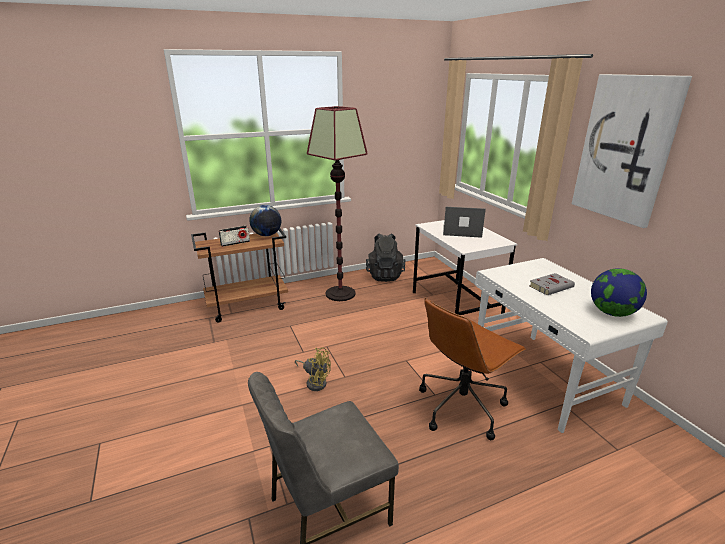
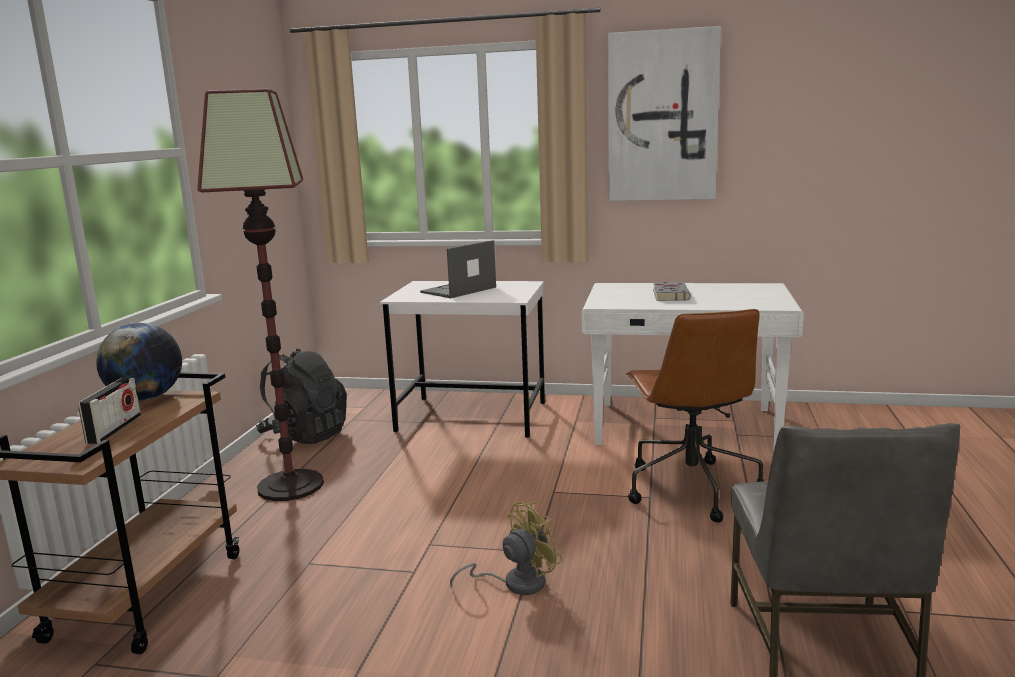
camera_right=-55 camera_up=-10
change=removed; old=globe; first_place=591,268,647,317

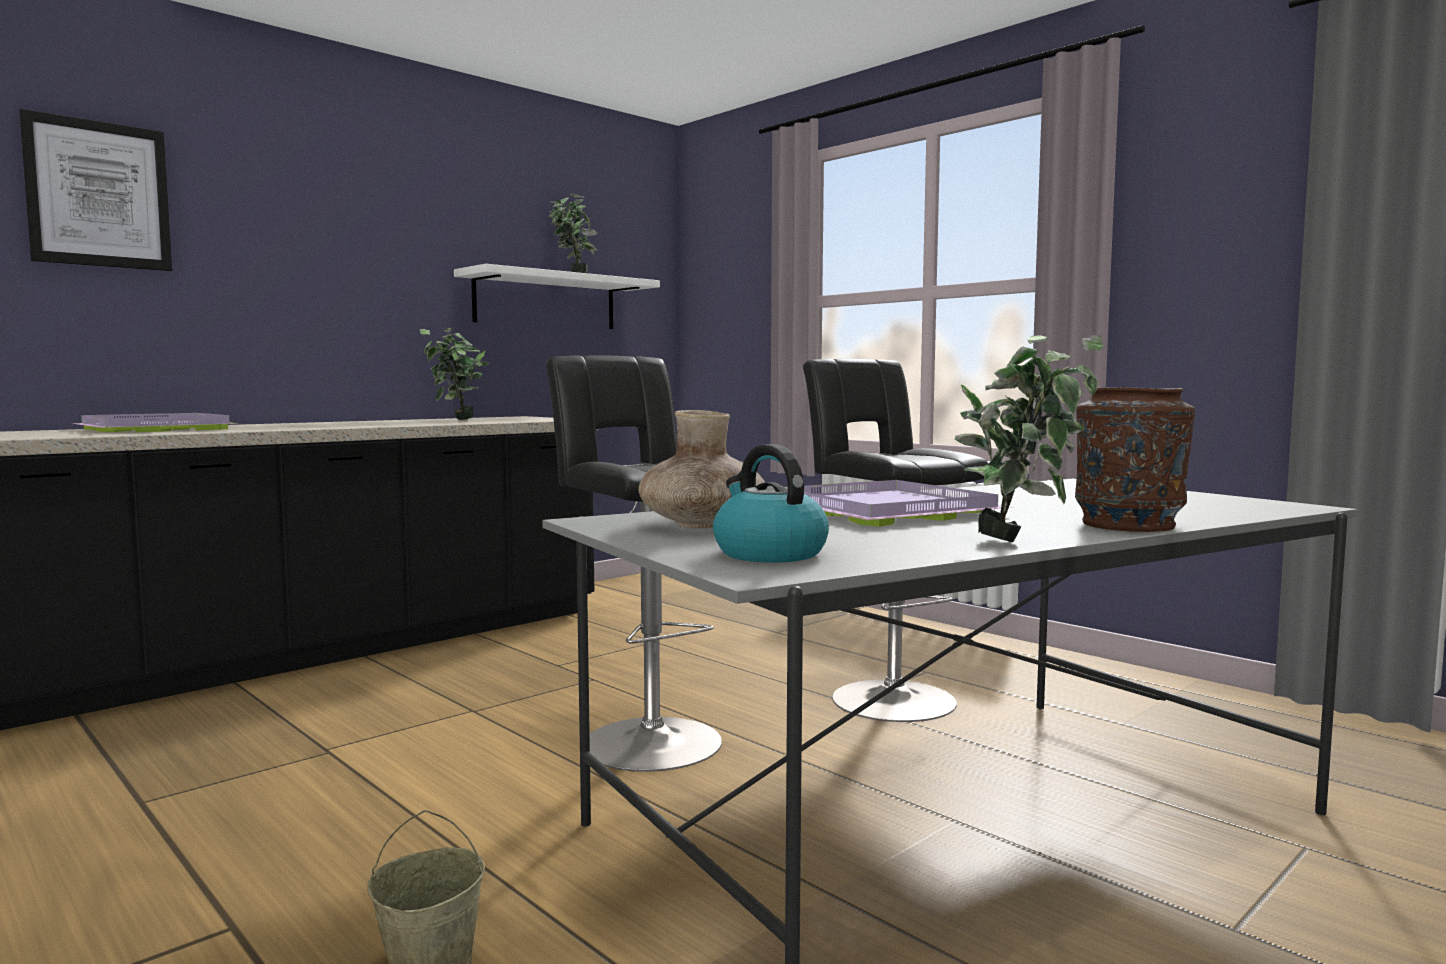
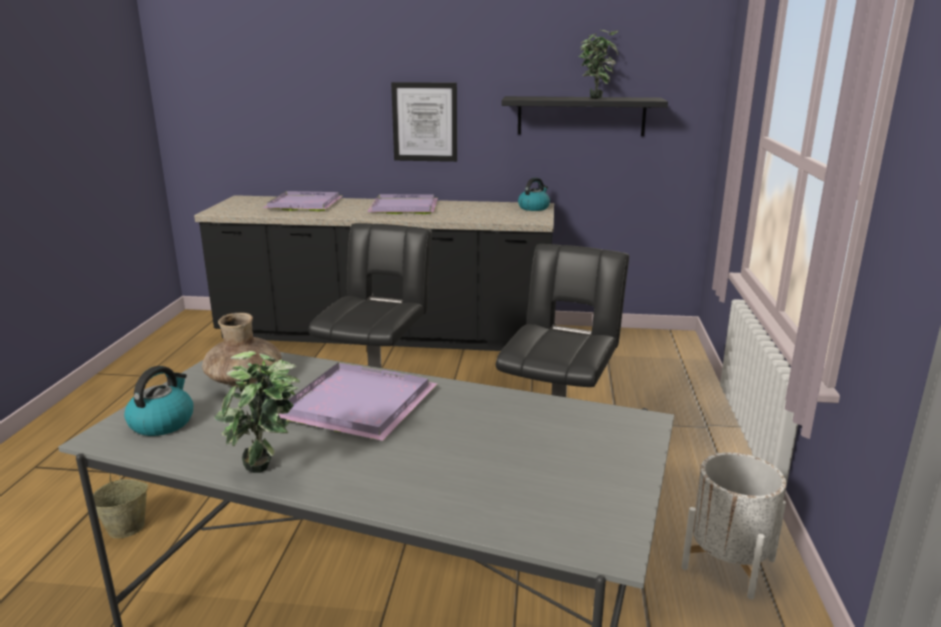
camera_right=50 camera_up=15
change=moved; old=picture; first_place=19,109,172,271; second_place=391,82,457,162
change=removed; old=potted plant; first_place=420,328,490,420
change=recoloured; old=shelf (white); new=shelf (black); first_place=454,264,660,329; second_place=501,96,668,136
change=removed; old=vase (brown); first_place=1075,387,1195,532
change=added; new=tray (purple); second_place=367,194,438,214
change=added; new=kettle; second_place=518,177,550,211
change=added; new=planter (white); second_place=682,452,786,599

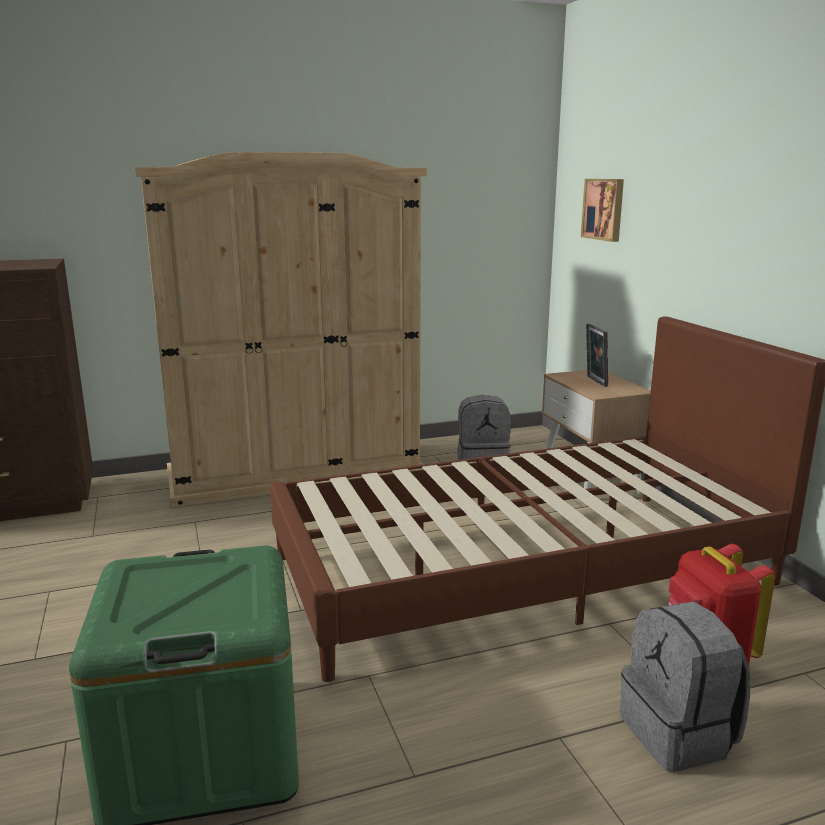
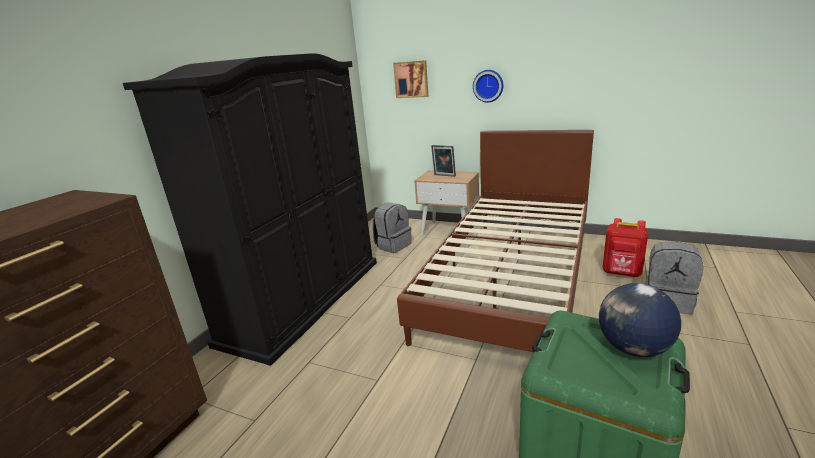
camera_right=-45 camera_up=5
change=recoloured; old=wardrobe (beige); new=wardrobe (black); first_place=135,152,427,508; second_place=123,53,377,366
change=added; new=wall clock; second_place=473,70,504,103
change=added; new=globe; second_place=599,283,681,357

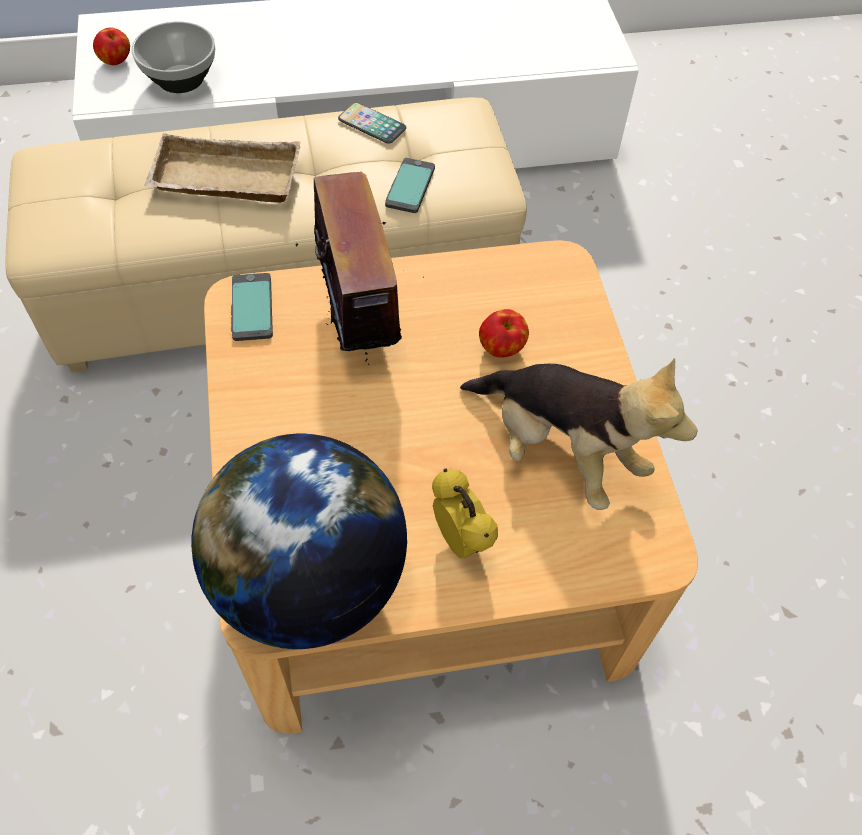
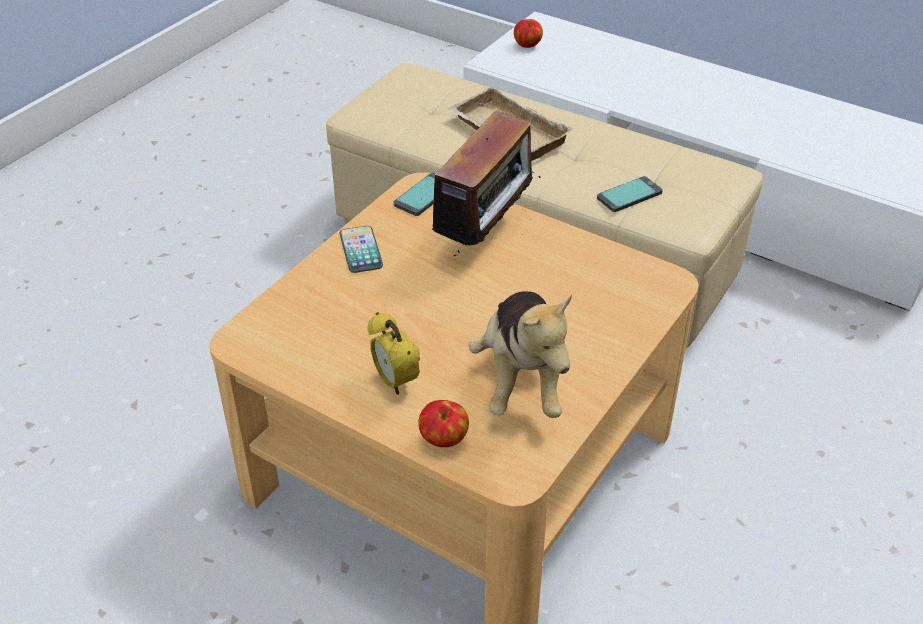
camera_right=45 camera_up=-15
change=removed; old=bowl; first_place=131,21,215,93
change=removed; old=globe; first_place=191,434,407,649
change=moved; old=phone; first_place=338,103,406,144; second_place=340,226,383,273
change=turned; old=alarm clock; first_place=432,469,498,558; second_place=367,312,420,394; degrees=135
change=moved; old=apple; first_place=479,309,529,357; second_place=418,400,469,447

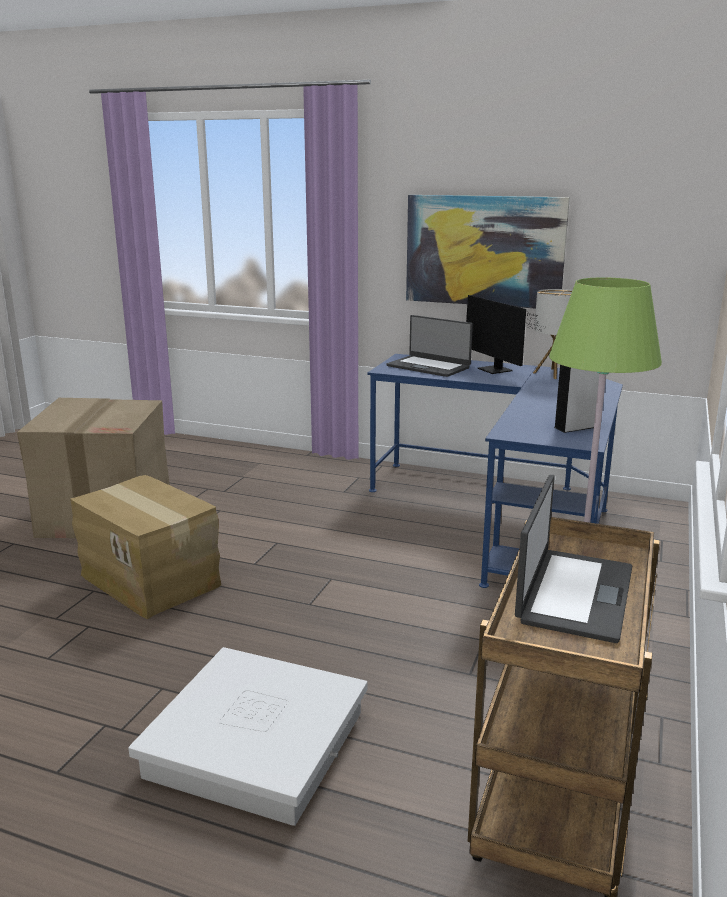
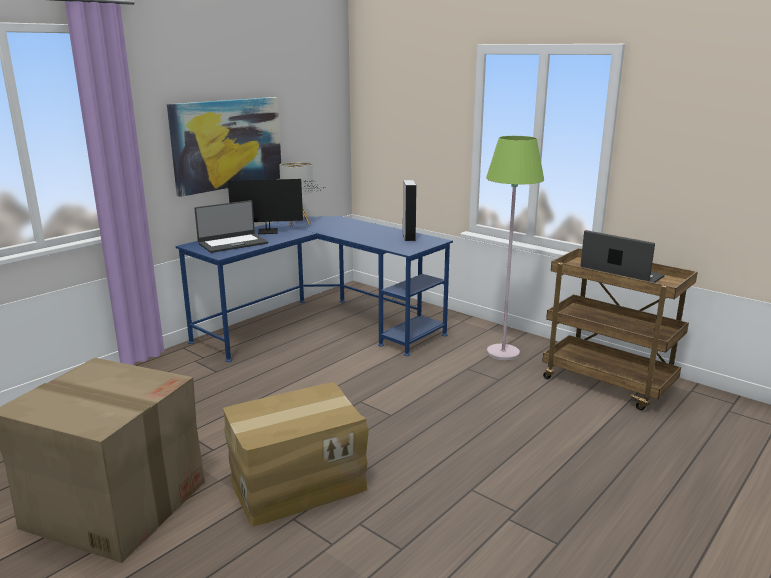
camera_right=-70 camera_up=0
change=removed; old=storage box (white); first_place=128,647,367,826

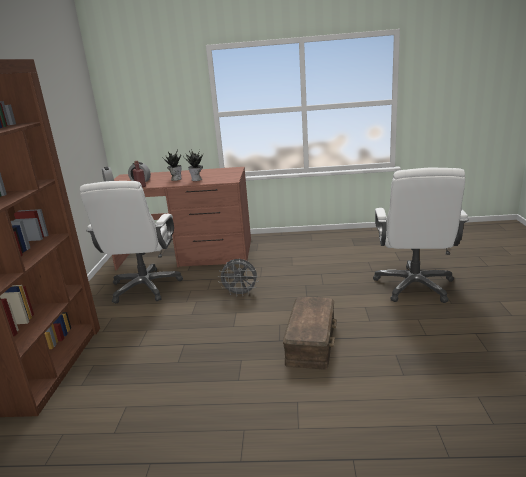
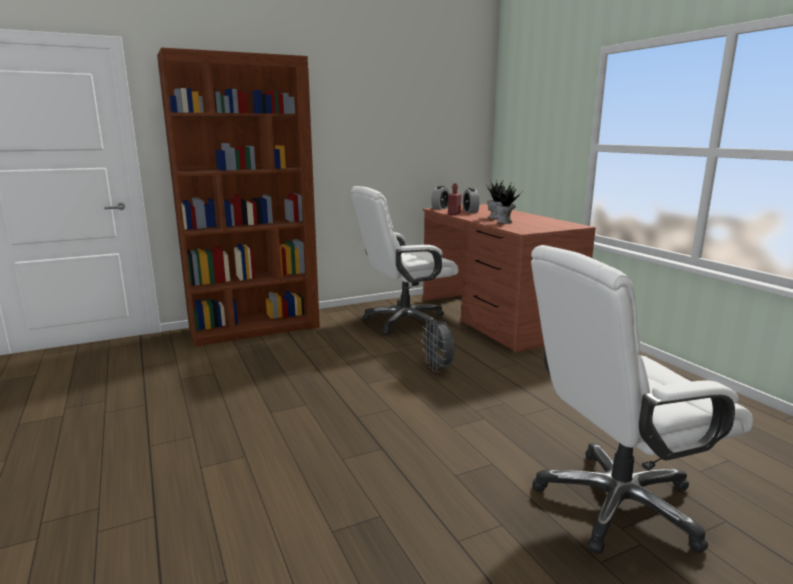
camera_right=60 camera_up=-5
change=removed; old=storage box (brown); first_place=283,296,337,370

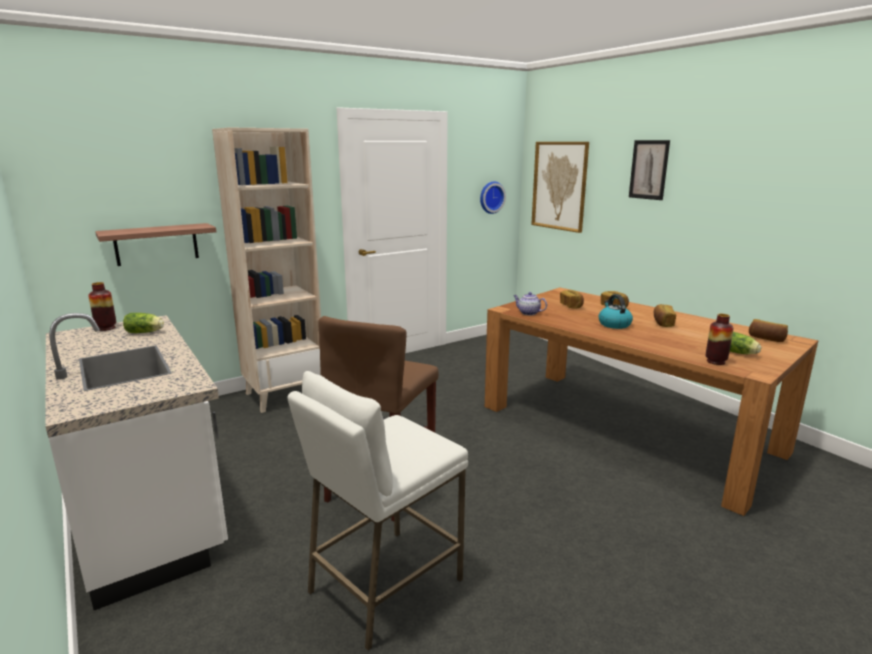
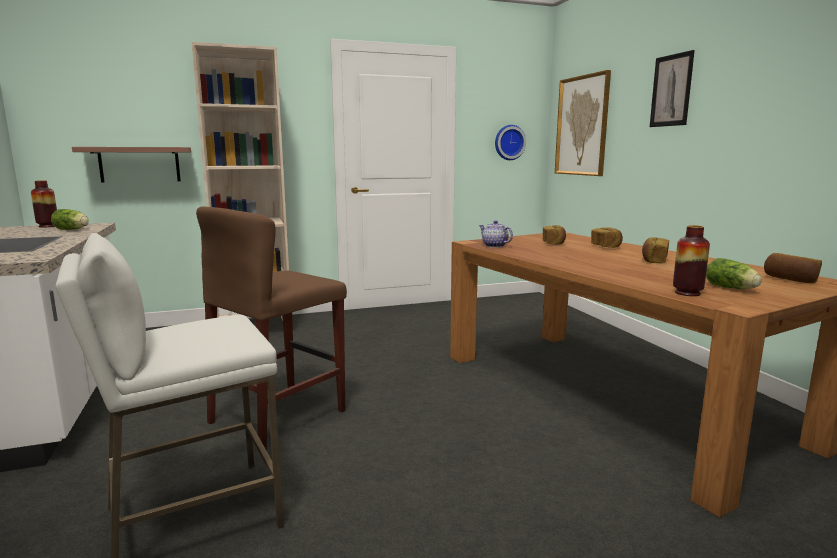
camera_right=15 camera_up=-5
change=removed; old=kettle; first_place=598,294,633,329

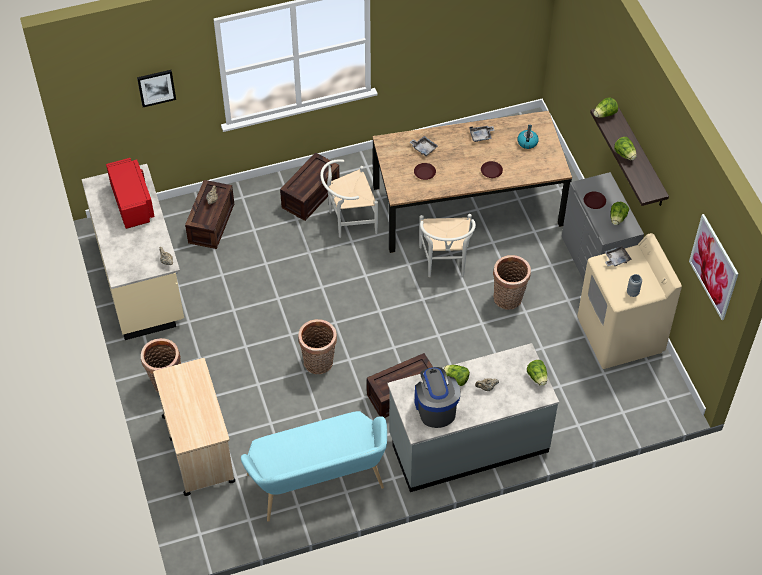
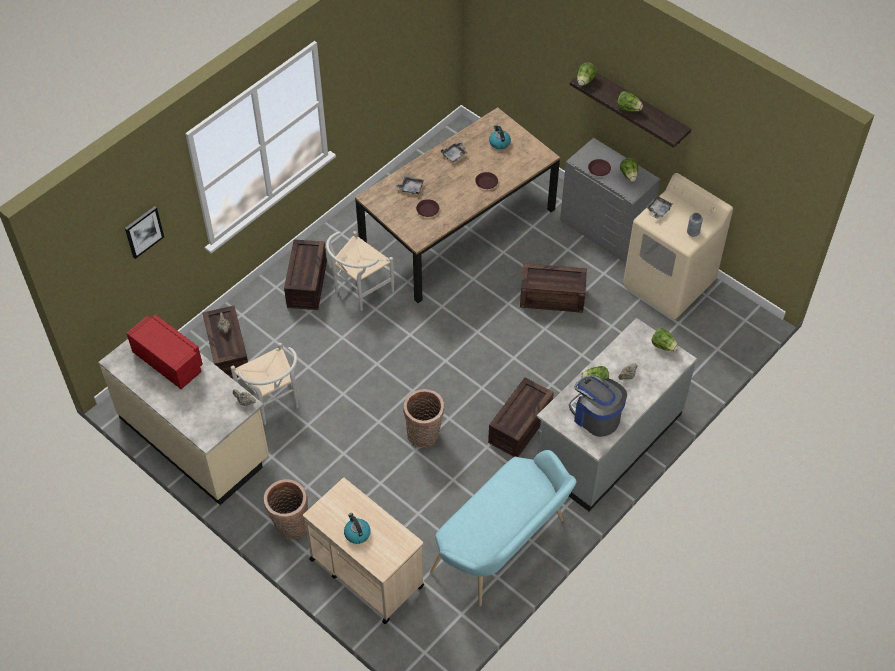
camera_right=-30 camera_up=0
change=moved; old=chair (white); first_place=419,214,476,277; second_place=231,343,299,425
change=replaced; old=basket; new=crate; first_place=493,255,531,310; second_place=520,263,587,313
change=removed; old=picture; first_place=689,214,738,320
change=added; new=kettle; second_place=344,513,371,544

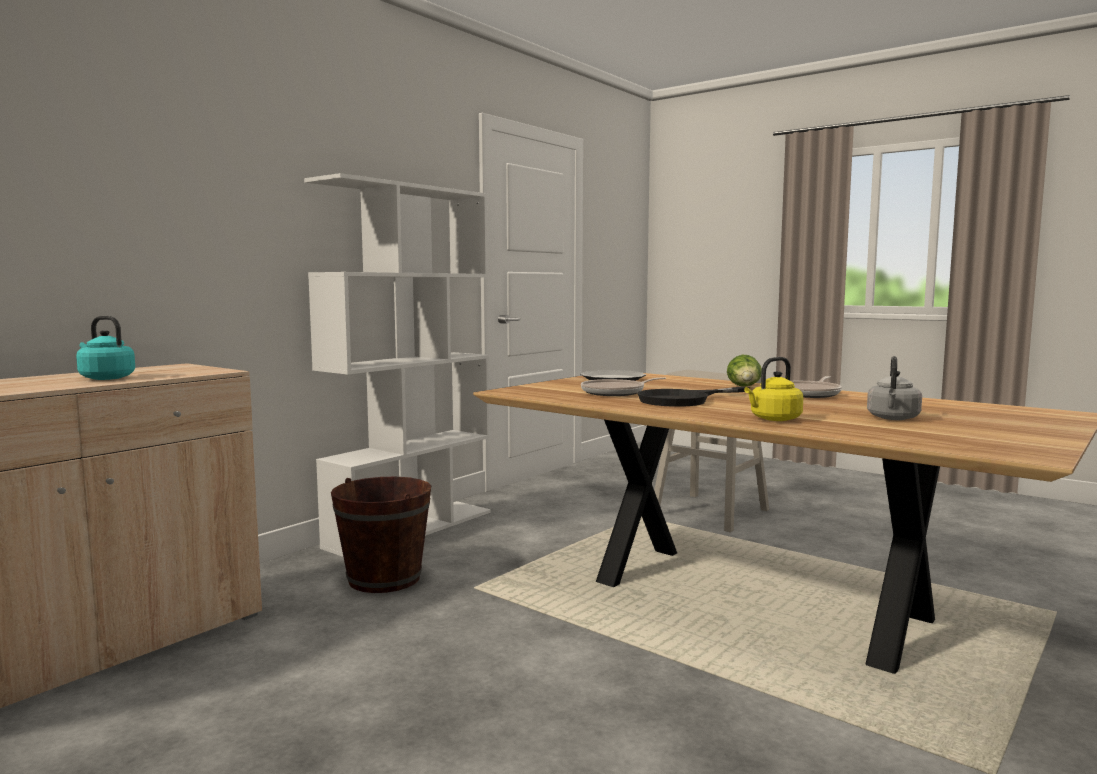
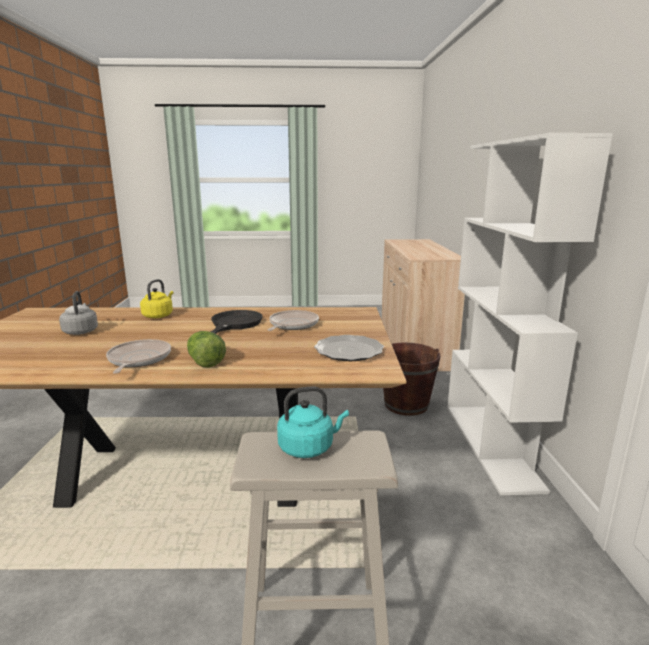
camera_right=140 camera_up=10
change=moved; old=kettle (turquoise); first_place=76,316,135,380; second_place=277,387,349,458

